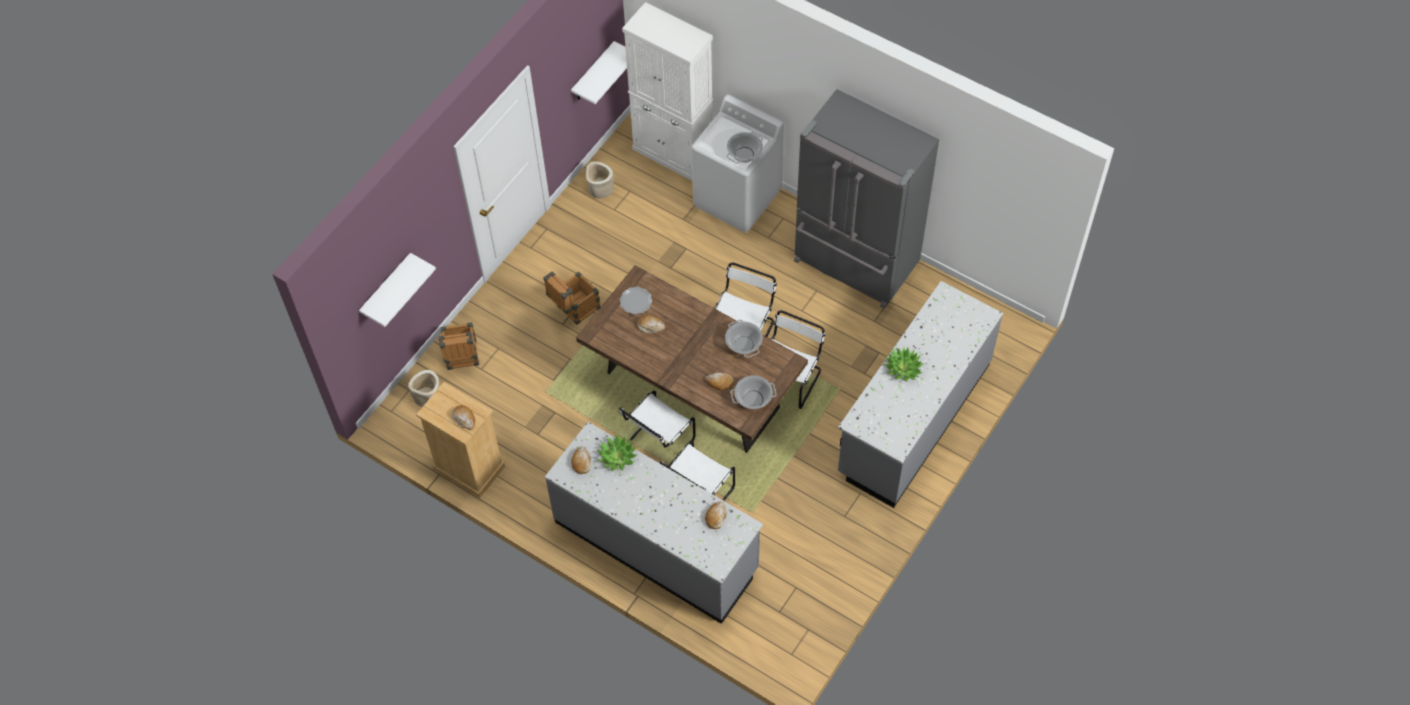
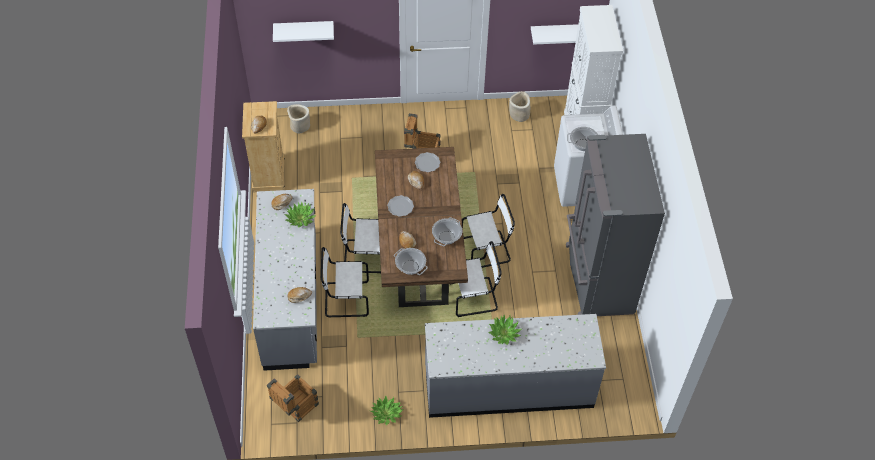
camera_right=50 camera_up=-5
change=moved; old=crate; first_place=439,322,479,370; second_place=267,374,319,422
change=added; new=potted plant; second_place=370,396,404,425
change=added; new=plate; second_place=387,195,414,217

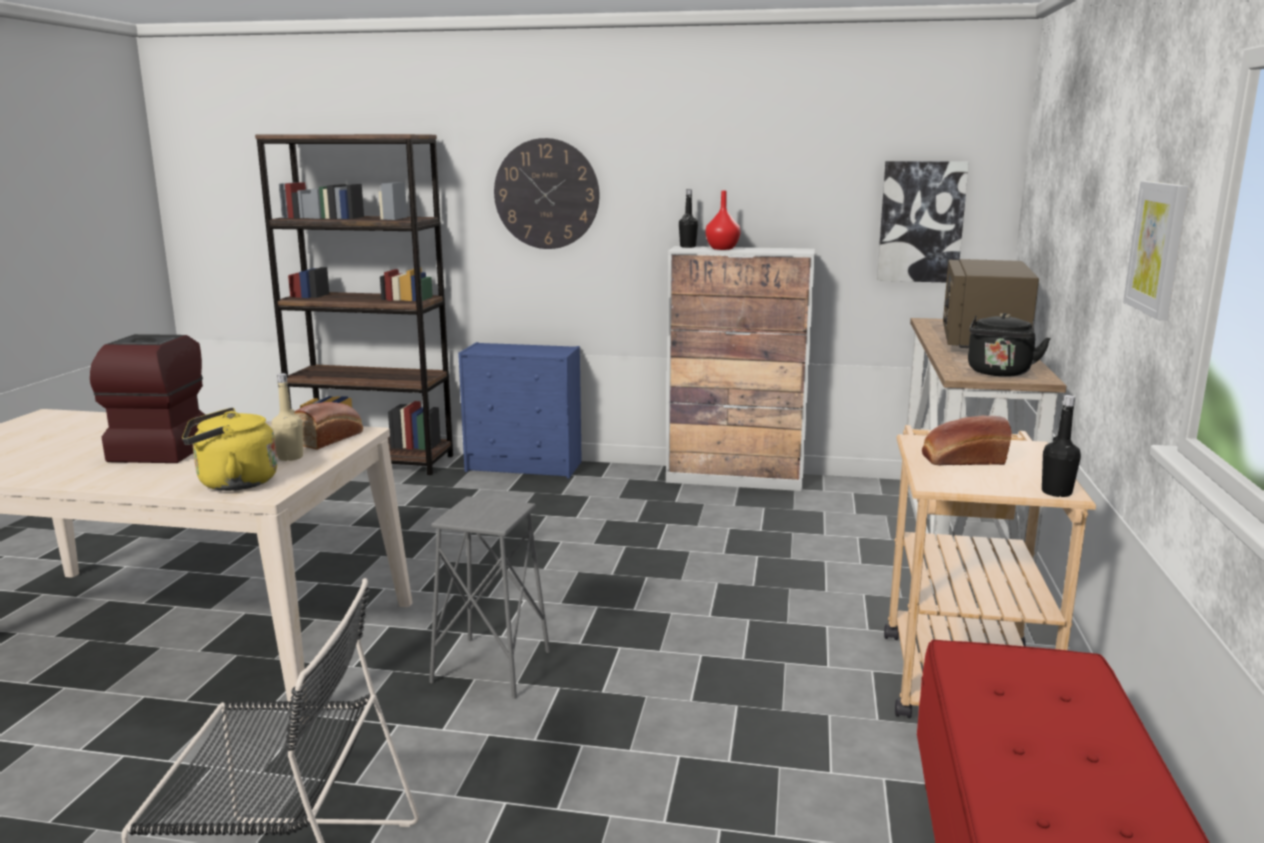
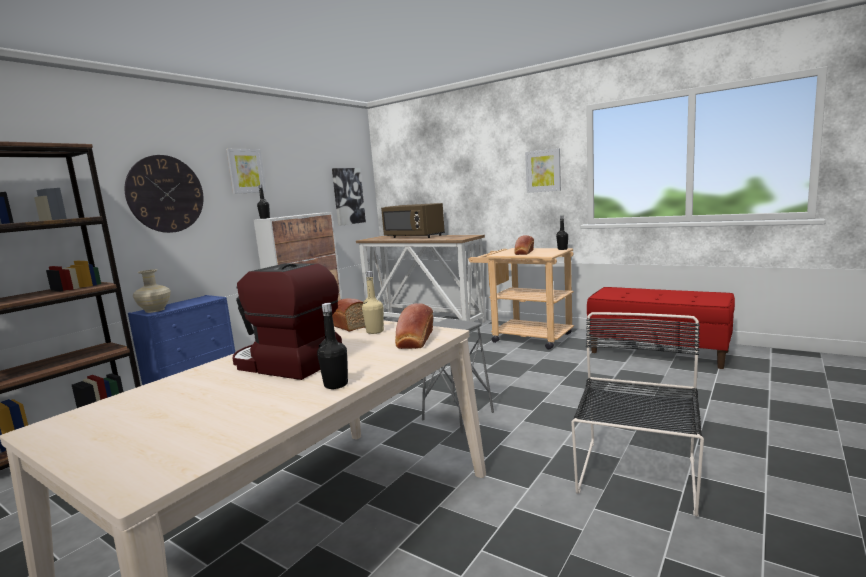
camera_right=-65 camera_up=-5
change=replaced; old=kettle (yellow); new=bread; first_place=182,407,277,491; second_place=395,303,433,349
change=removed; old=vase (red); first_place=705,191,741,250
change=removed; old=kettle (black); first_place=968,313,1051,377
change=added; new=vase (beige); second_place=133,269,171,313
change=added; new=picture; second_place=226,149,266,194
change=added; new=bottle (black); second_place=317,303,348,389

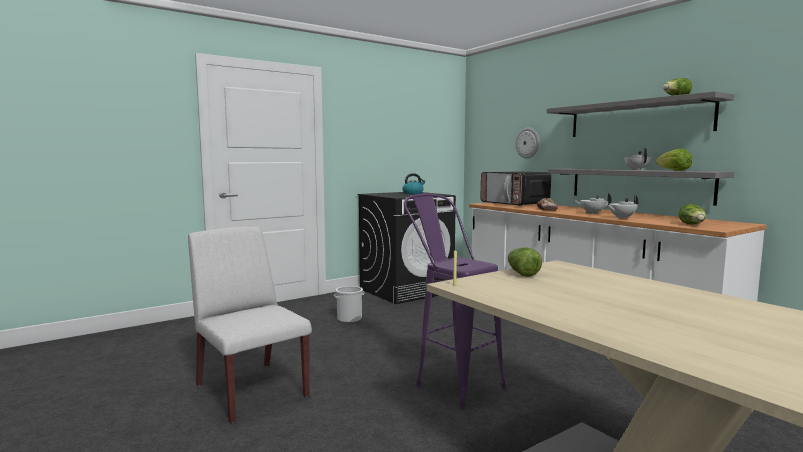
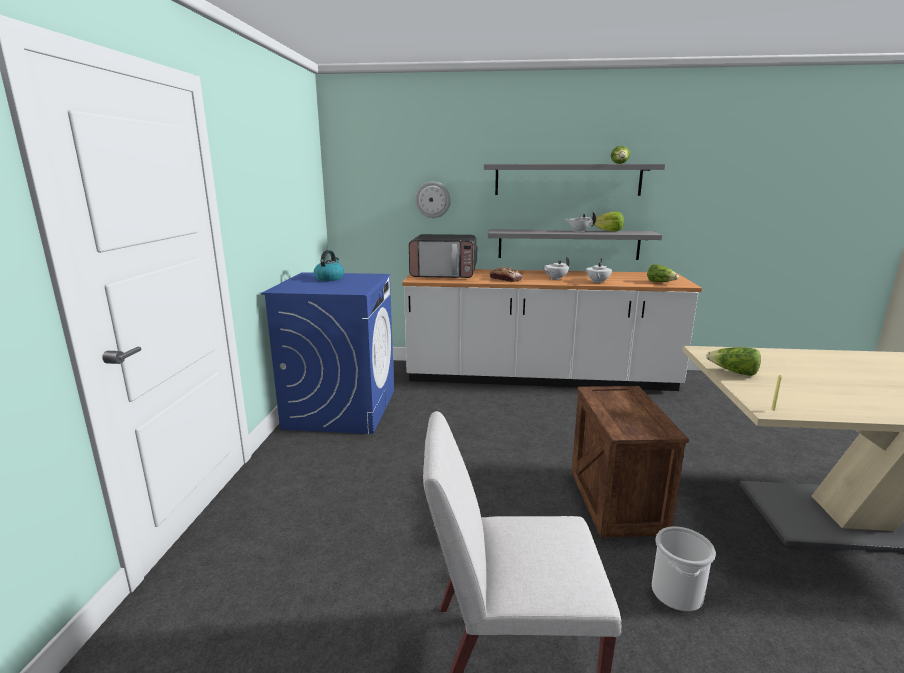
camera_right=-50 camera_up=10
change=moved; old=bucket; first_place=334,286,364,323; second_place=652,526,716,612
change=recoloured; old=washing machine (black); new=washing machine (blue); first_place=358,192,456,304; second_place=261,272,394,434
change=replaced; old=stool (purple); new=crate; first_place=404,194,506,409; second_place=572,386,689,537

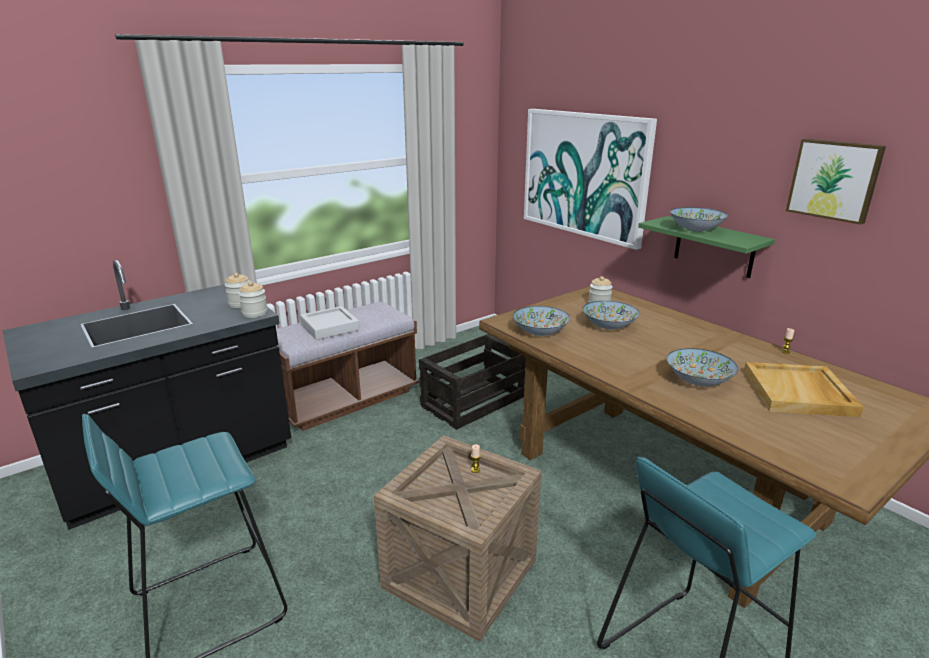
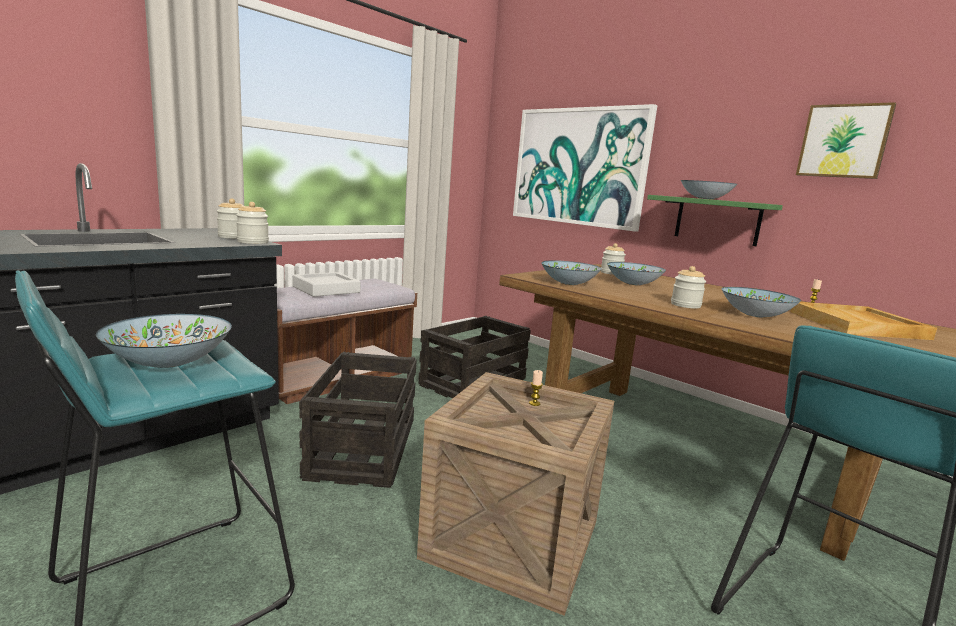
camera_right=-10 camera_up=-10
change=added; new=bowl; second_place=96,314,232,368
change=added; new=crate; second_place=299,352,417,488
change=added; new=jar; second_place=671,266,706,308

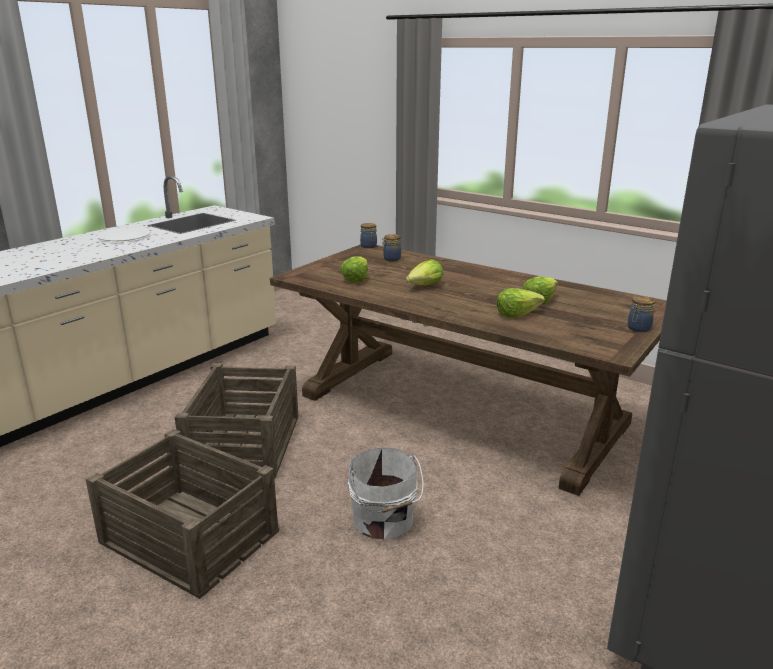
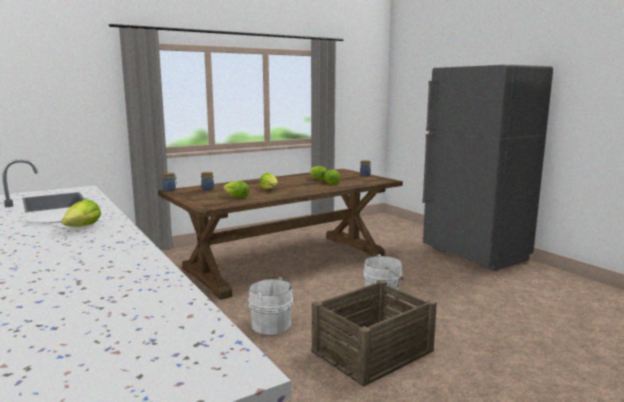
camera_right=-70 camera_up=-10
change=replaced; old=crate; new=bucket (white); first_place=175,363,298,479; second_place=245,277,293,335
change=added; new=lettuce; second_place=62,199,101,227

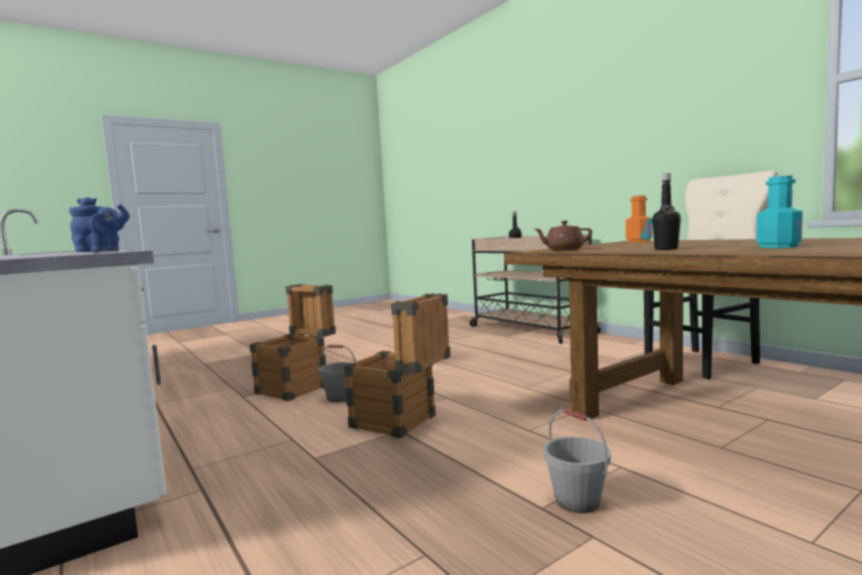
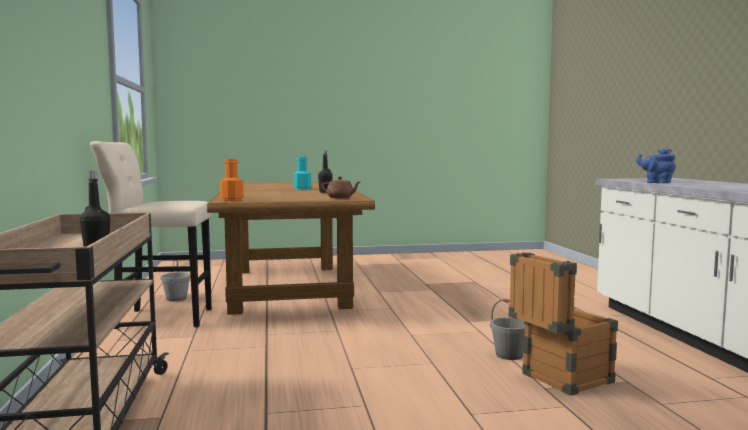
camera_right=-155 camera_up=0
change=removed; old=crate; first_place=344,293,451,438
change=moved; old=bucket (grey); first_place=543,409,611,513; second_place=160,260,191,301

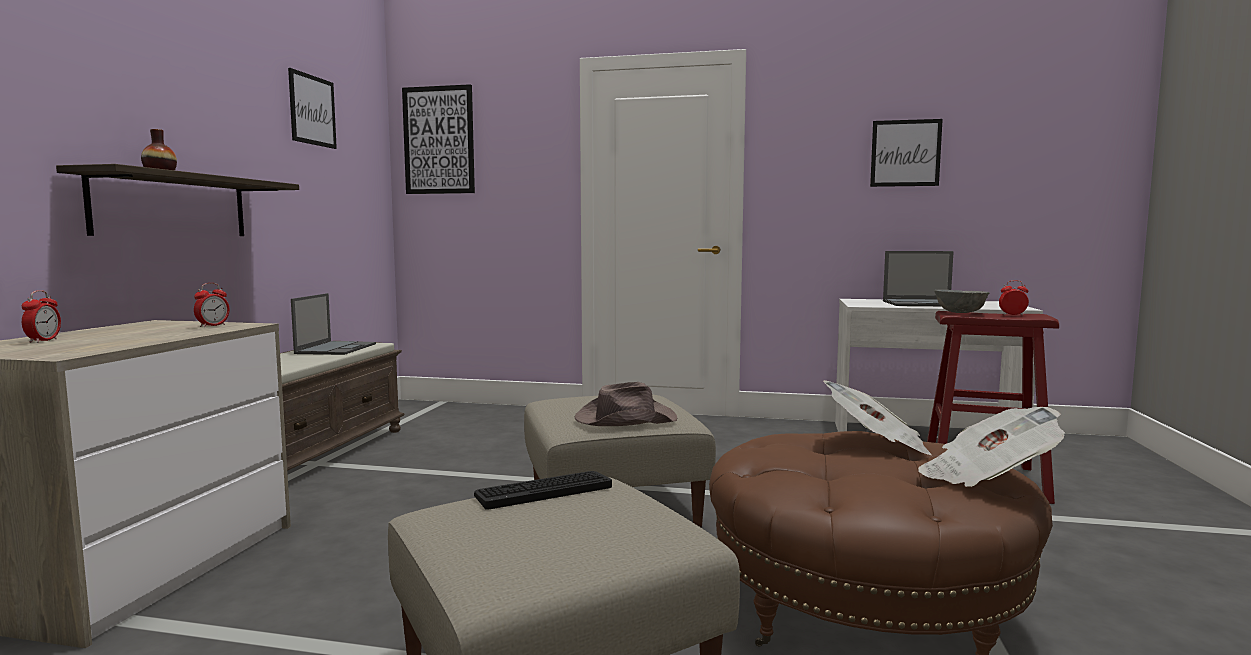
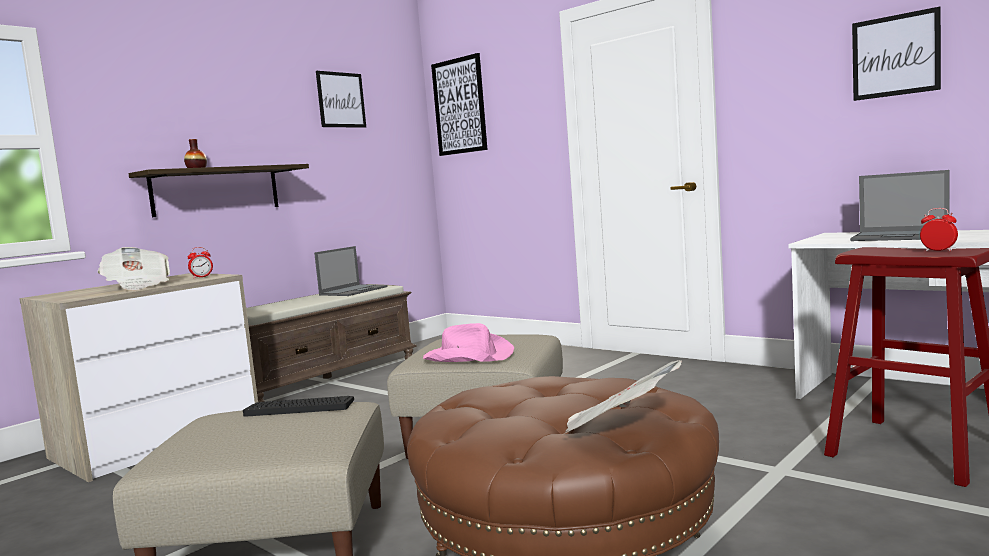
camera_right=30 camera_up=0
change=removed; old=alarm clock; first_place=22,290,61,343
change=recoloured; old=hat (brown); new=hat (pink); first_place=575,382,677,426; second_place=423,323,514,362
change=moved; old=newspaper; first_place=823,380,931,455; second_place=98,247,170,290
change=removed; old=bowl (grey); first_place=934,290,990,313

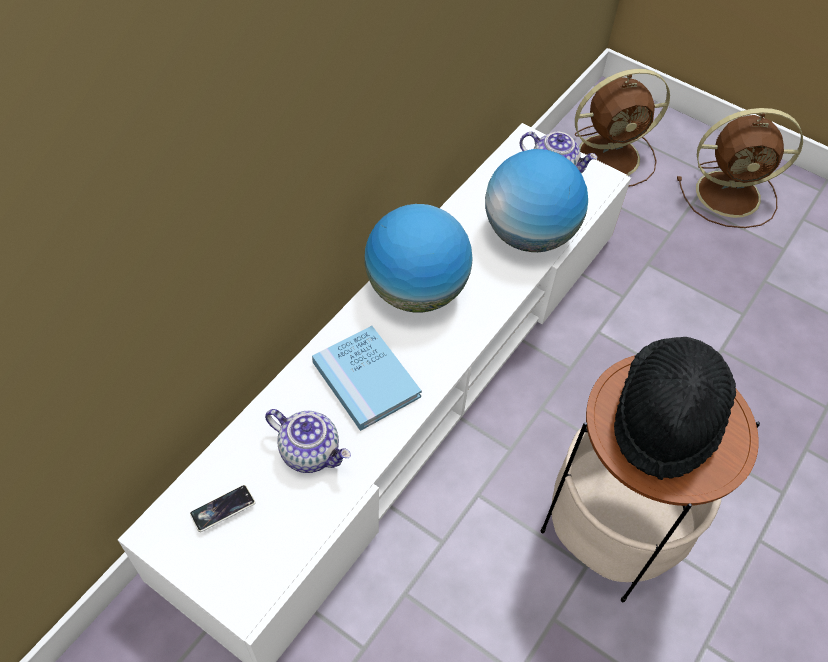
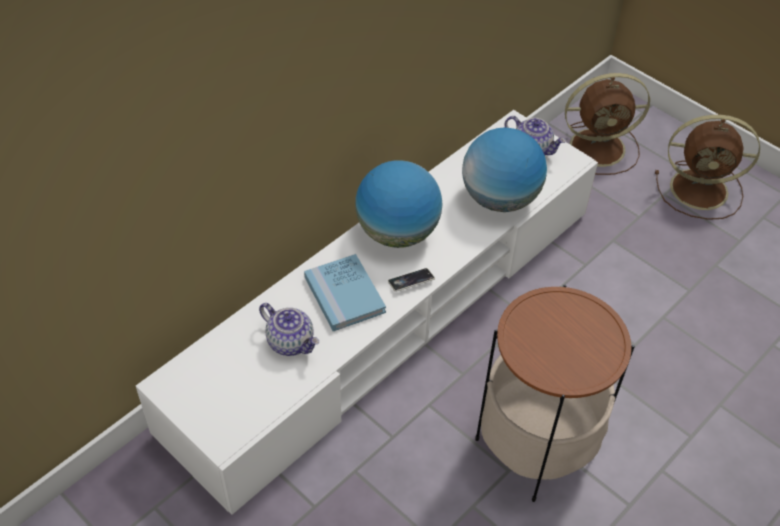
camera_right=10 camera_up=-5
change=moved; old=phone; first_place=190,485,255,532; second_place=388,268,435,292
change=removed; old=hat (black); first_place=614,337,736,480

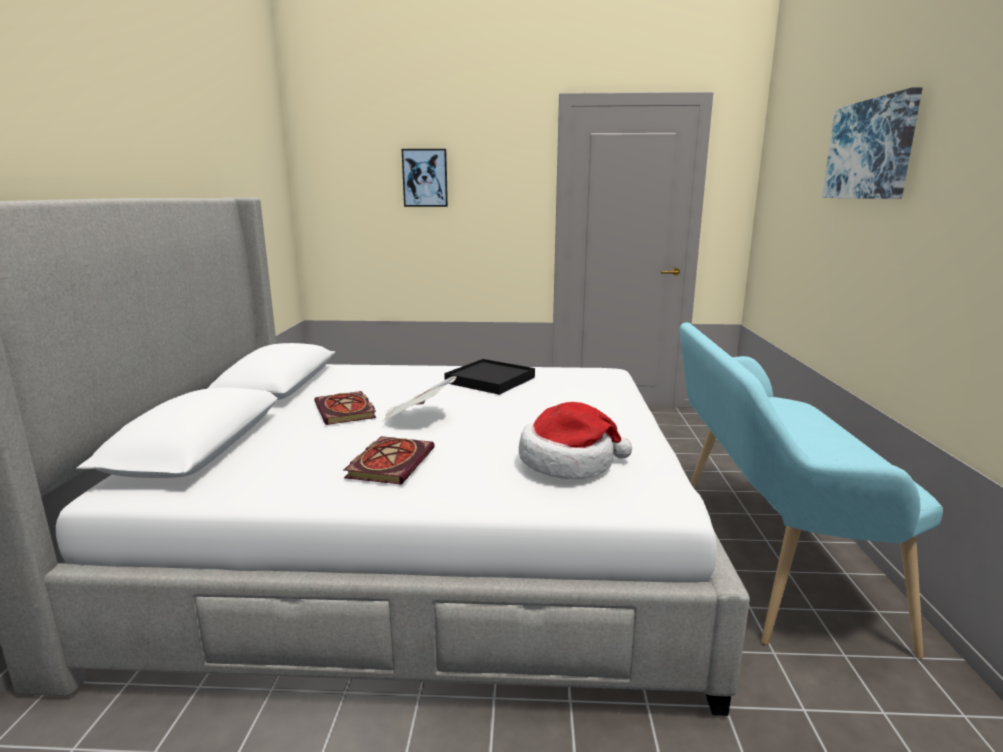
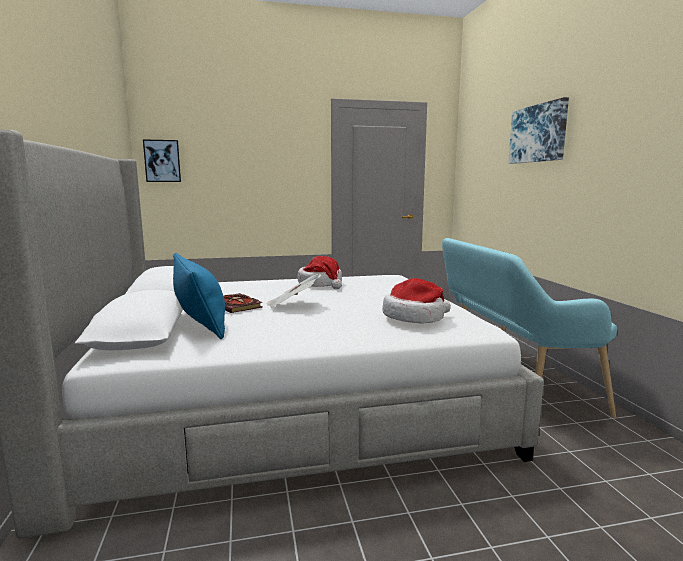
camera_right=-15 camera_up=-5
change=removed; old=book; first_place=344,436,435,485
change=moved; old=picture; first_place=402,149,448,207; second_place=143,139,181,182
change=replaced; old=tray (black); new=hat; first_place=444,359,535,395; second_place=298,256,342,289
change=added; new=pillow (blue); second_place=173,253,225,339

